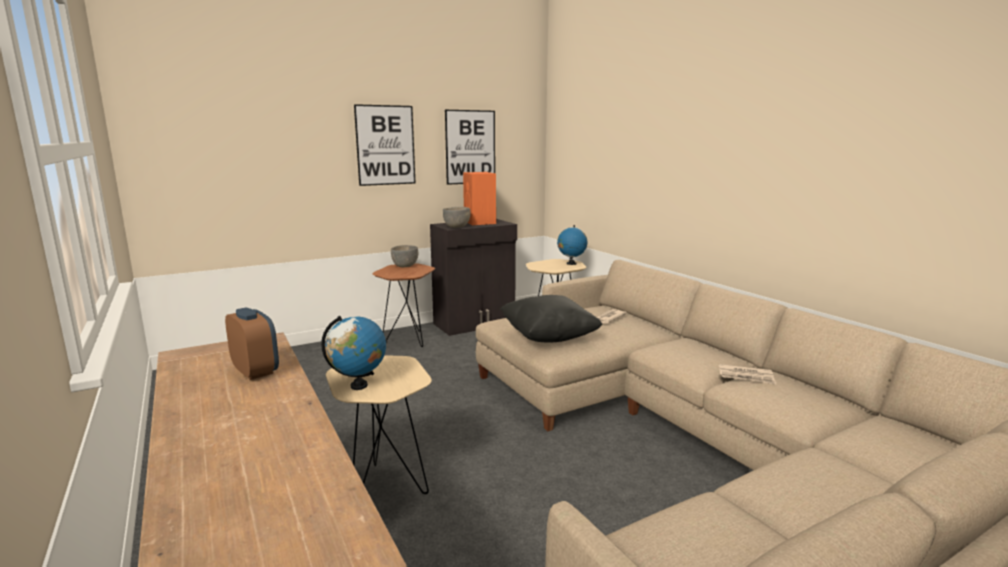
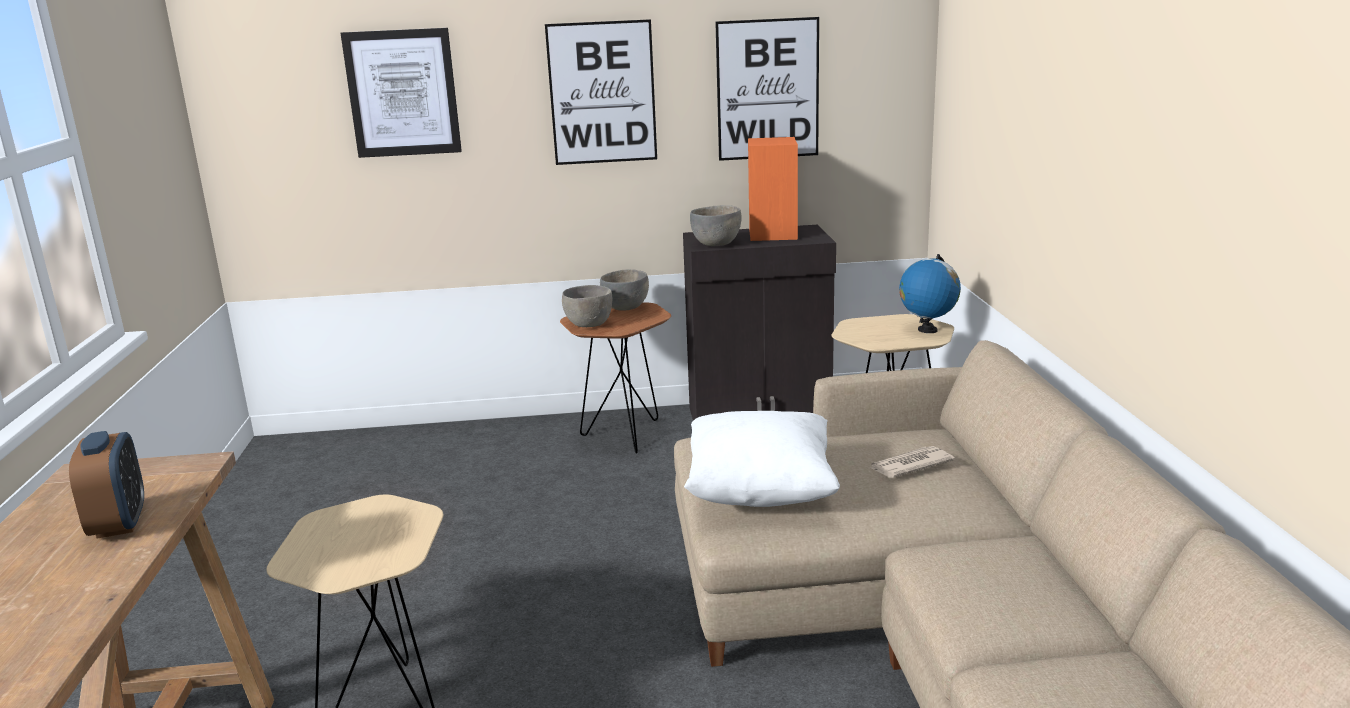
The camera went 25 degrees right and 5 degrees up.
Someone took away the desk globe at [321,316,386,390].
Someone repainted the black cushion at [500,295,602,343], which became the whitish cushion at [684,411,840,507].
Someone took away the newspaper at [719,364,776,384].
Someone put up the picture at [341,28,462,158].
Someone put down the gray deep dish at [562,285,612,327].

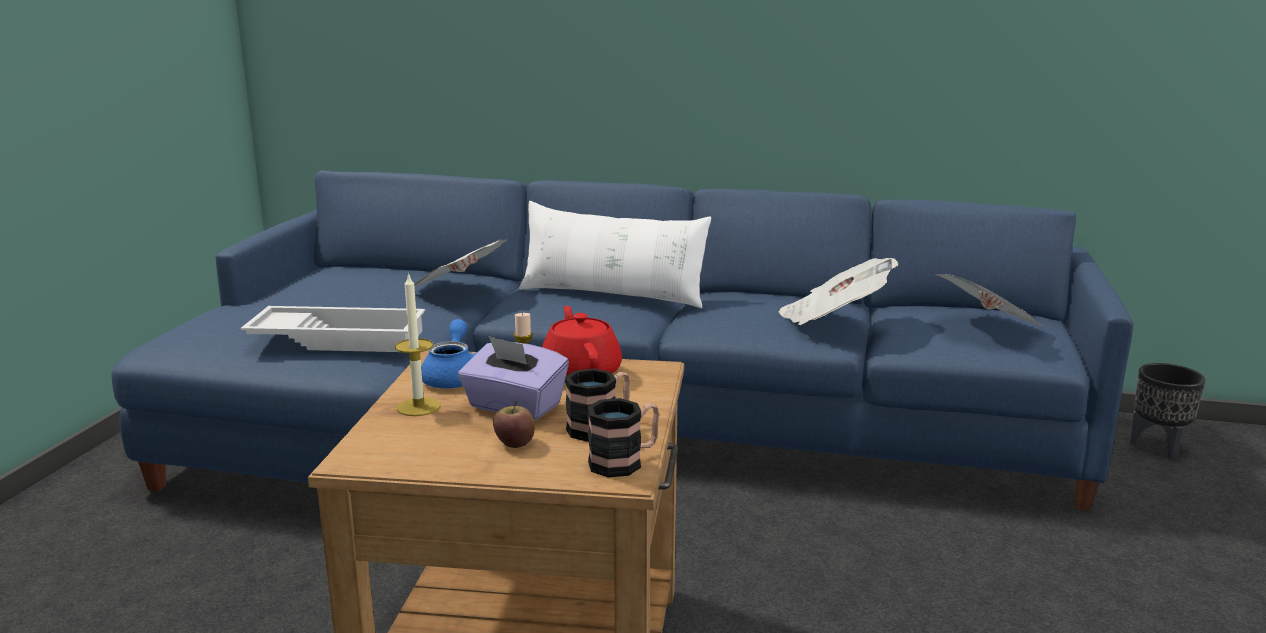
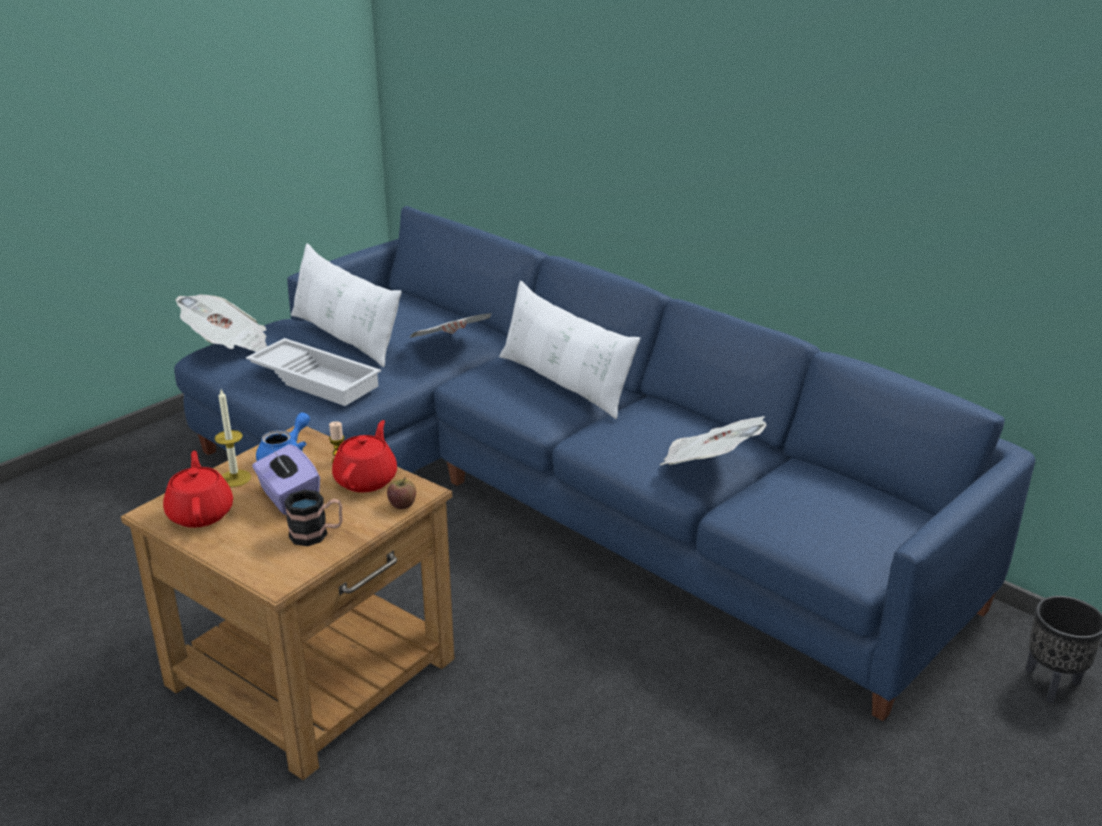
The camera went 30 degrees right and 10 degrees up.
Someone carried the apple from [493,401,535,448] to [387,477,416,509].
Someone took away the mug at [587,398,659,477].
Someone carried the newspaper from [935,274,1045,326] to [176,295,267,352].
Someone put down the red pot for tea at [163,451,233,528].
Someone put down the whitish cushion at [291,243,402,367].

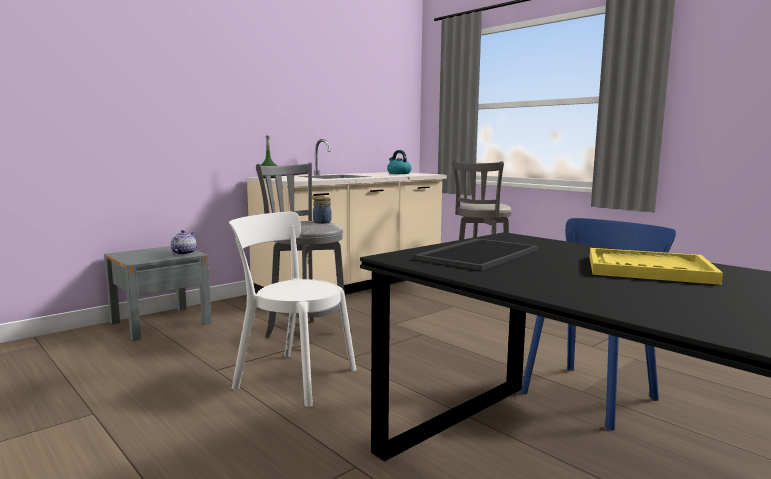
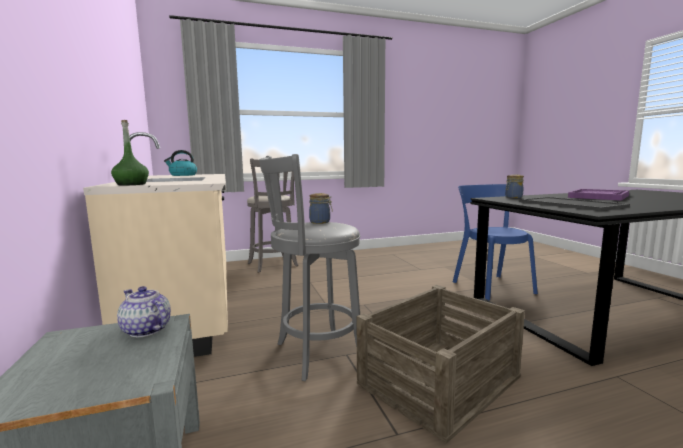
The camera went 65 degrees left and 0 degrees up.
Someone swapped the whitish chair at [229,212,356,407] for the crate at [357,285,525,444].
Someone repainted the yellow-coloured carrying tray at [590,248,723,285], which became the purple-coloured carrying tray at [568,189,629,201].
Someone put down the storage jar at [505,175,524,198].

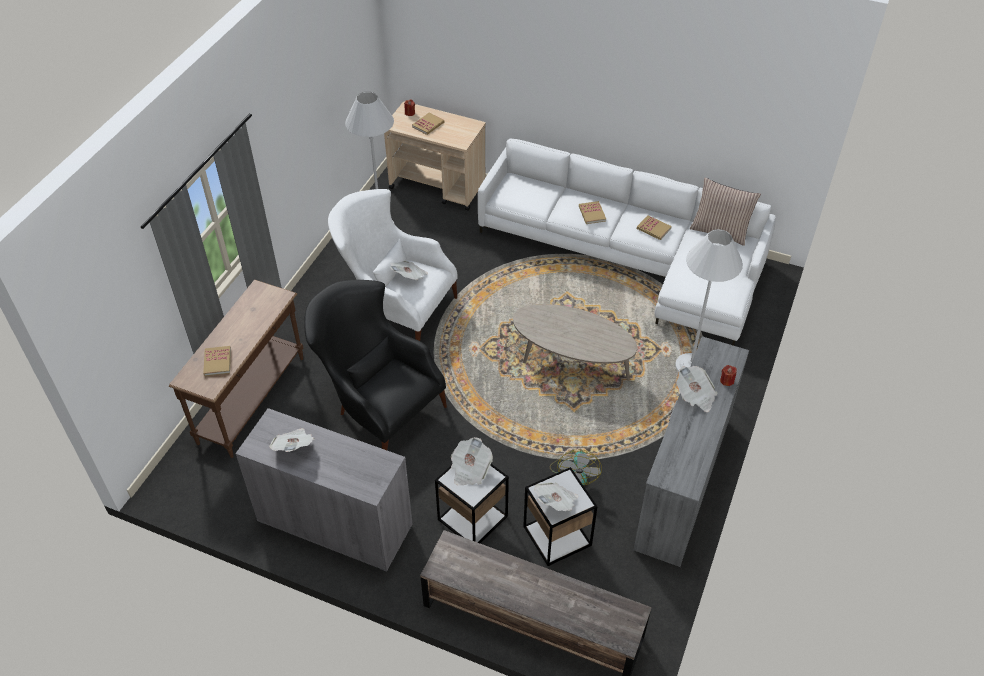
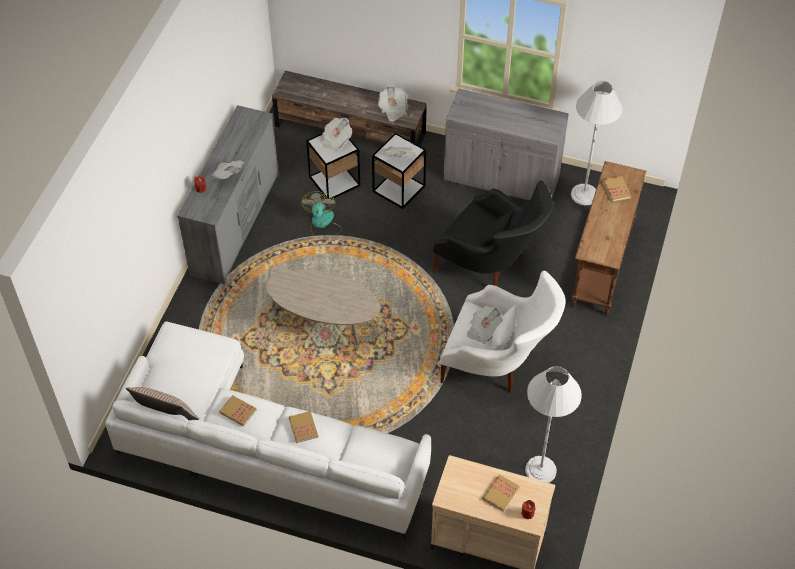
The camera went 175 degrees right and 5 degrees up.
Someone carried the newspaper from [269,428,314,452] to [378,86,408,122].
Someone carried the whitish floor lamp from [675,229,743,372] to [571,81,623,205].

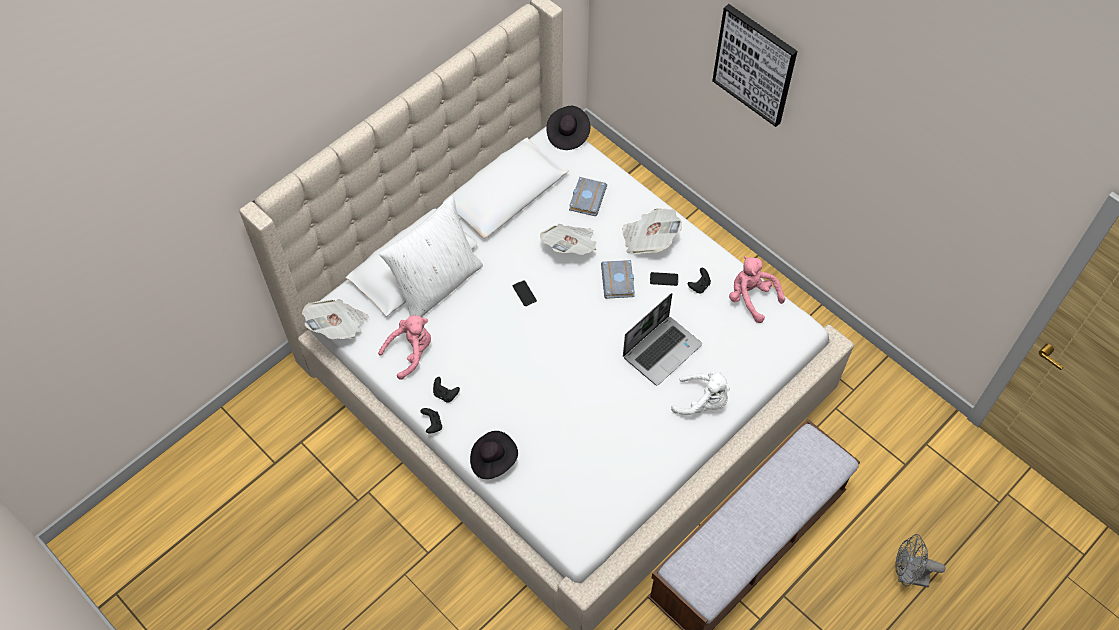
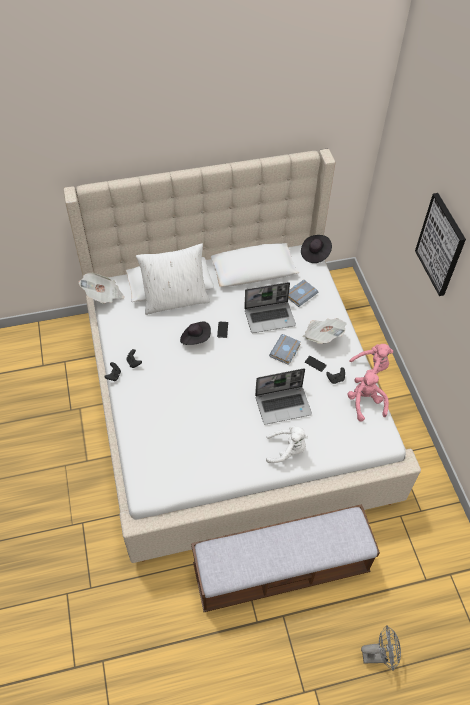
The camera went 30 degrees right and 5 degrees down.
Someone carried the pink cuddly toy from [378,315,431,380] to [350,344,393,383].
Someone carried the black hat from [470,431,518,479] to [180,322,211,345].
Someone swapped the newspaper at [540,224,597,255] for the laptop at [244,282,296,333].
Someone rotated the whitish cuddly toy at [671,372,730,415] by 45 degrees counterclockwise.
Someone rotated the gray fan at [895,534,946,587] by 135 degrees clockwise.

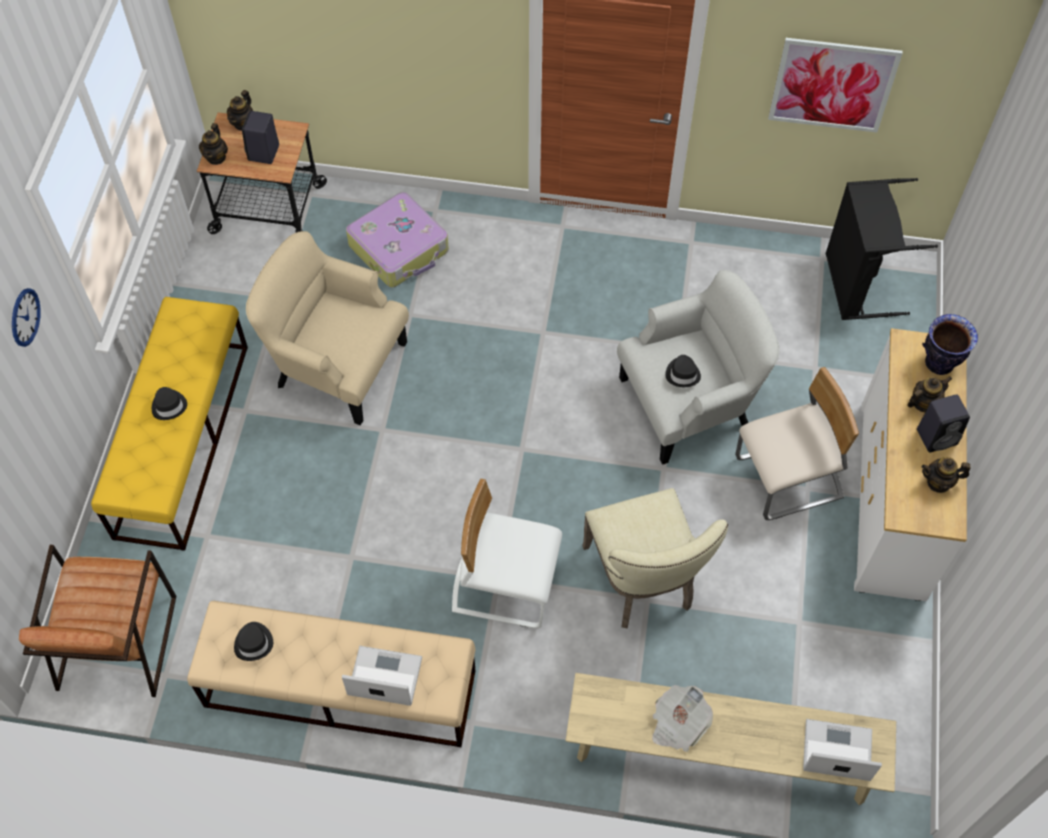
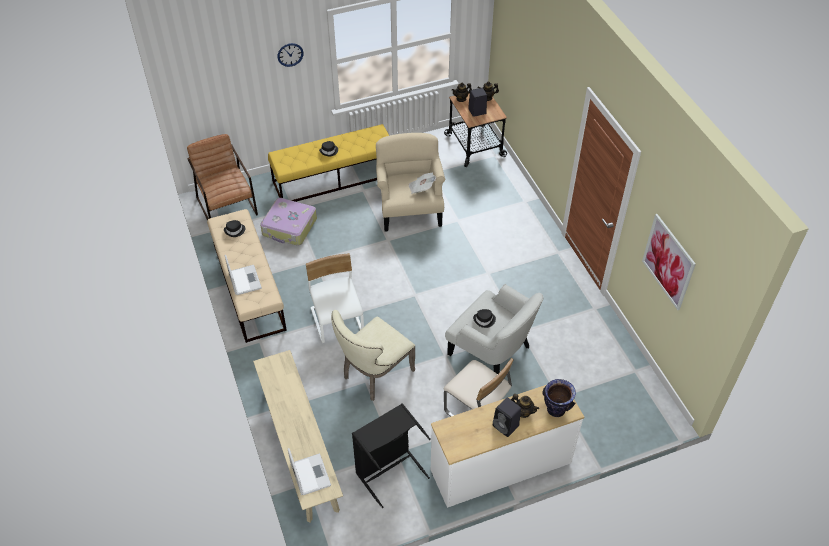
The camera went 60 degrees right and 10 degrees down.
Someone rotated the brown lounge chair at [19,545,176,697] by 90 degrees clockwise.
Someone carried the piece of luggage from [346,192,449,287] to [260,198,317,246].
Someone carried the newspaper from [652,685,713,752] to [408,173,436,194].
Someone carried the black hamper from [826,178,938,320] to [352,403,431,508].
Someone took away the pot for tea at [922,457,971,493].

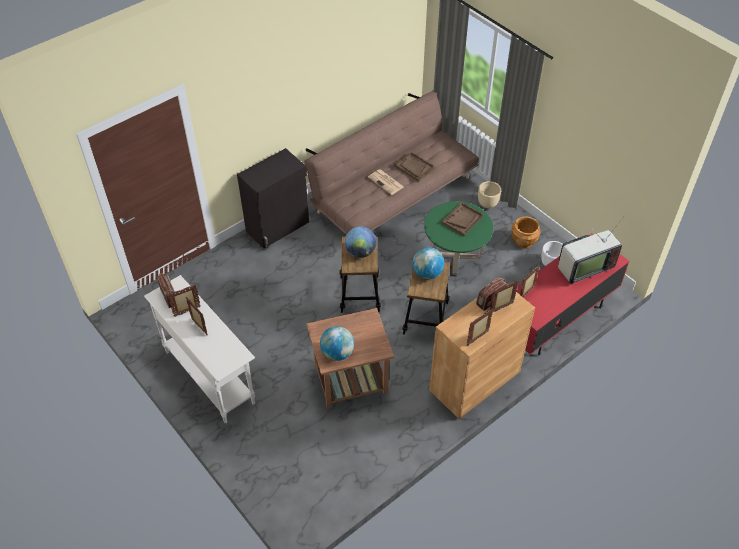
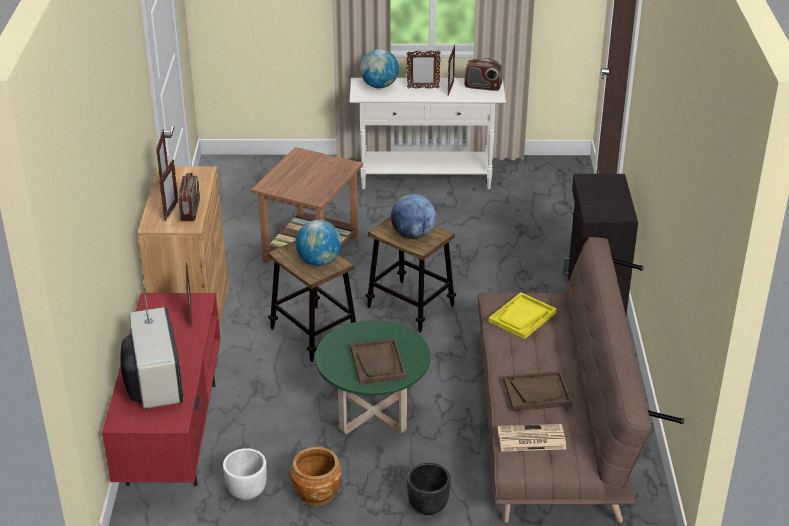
The camera went 130 degrees right and 15 degrees down.
Someone carried the desk globe from [320,326,354,361] to [360,49,399,88].
Someone carried the newspaper from [368,169,404,195] to [498,424,566,452].
Someone repainted the beige planter at [478,181,501,208], which became the black planter at [407,463,451,515].
Someone rotated the TV set at [558,218,623,284] by 150 degrees clockwise.
Someone put down the yellow-coloured carrying tray at [489,292,556,339].

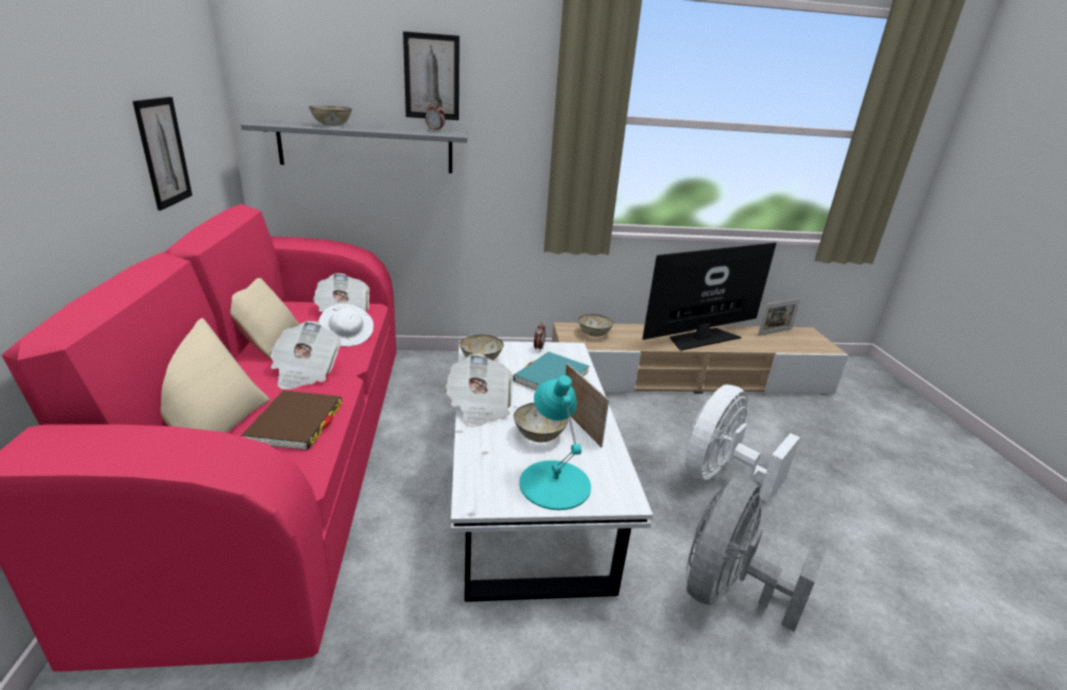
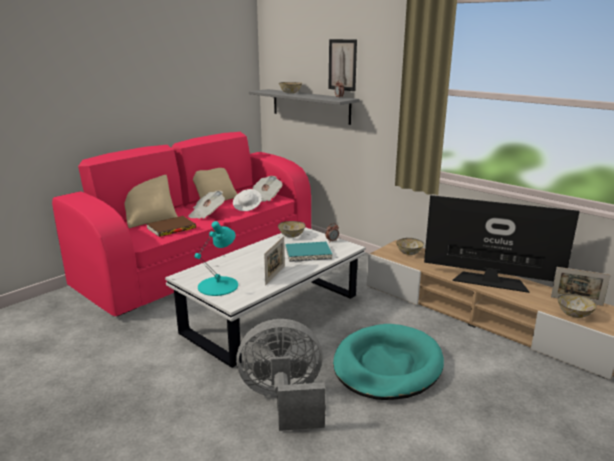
The camera went 50 degrees right and 5 degrees down.
Someone took away the picture at [133,97,192,211].
Someone took away the newspaper at [445,354,513,427].
Someone carried the deep dish from [514,403,568,443] to [558,294,597,318].
Someone swapped the whitish fan at [685,384,800,502] for the turquoise-coloured dog cushion at [333,324,444,400].

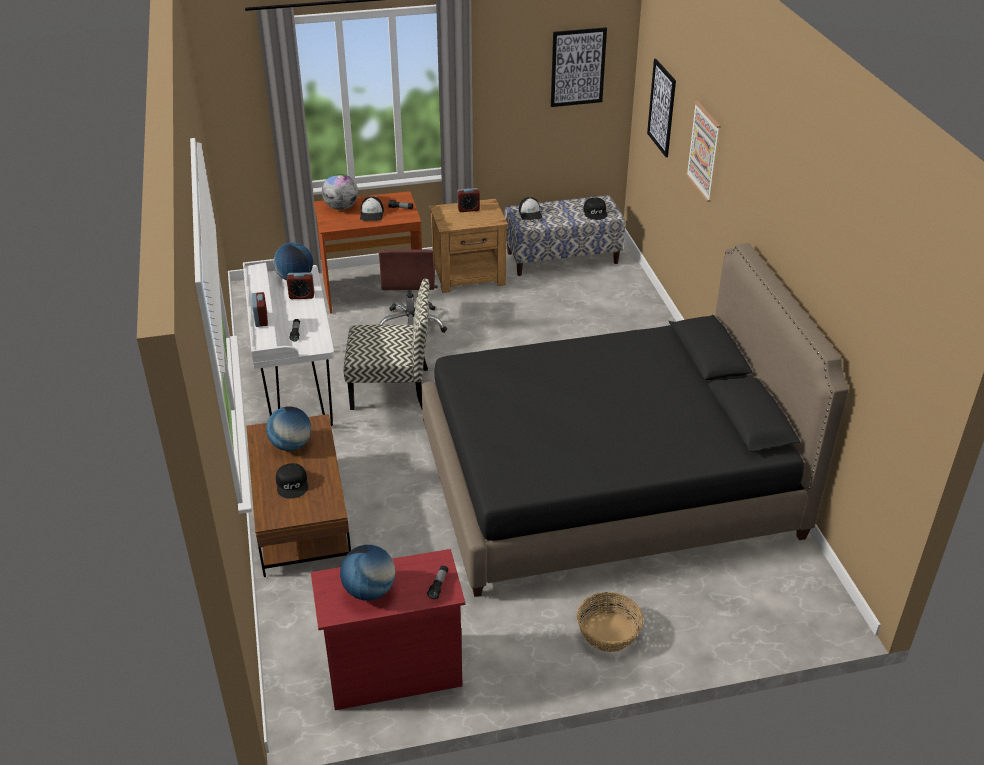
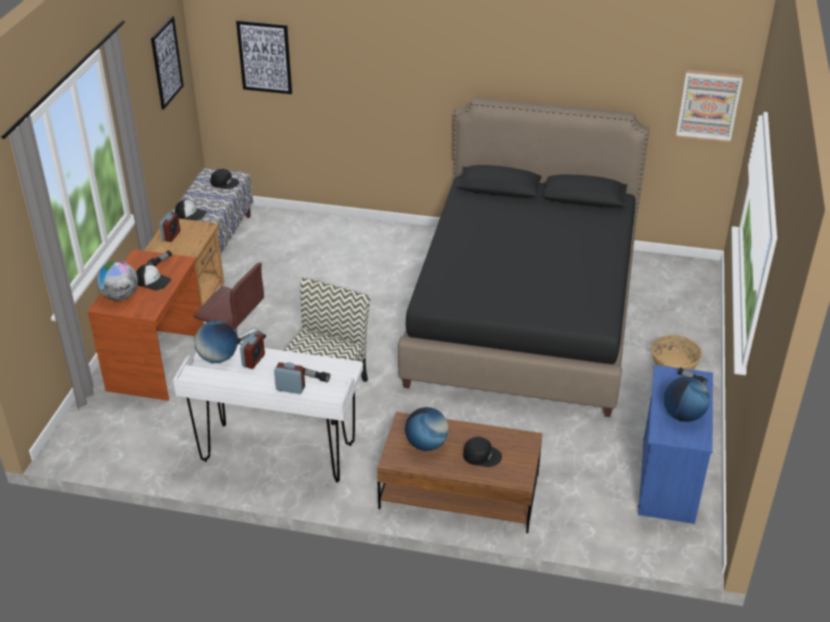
The camera went 65 degrees left and 0 degrees up.
Someone repainted the red drawer chest at [311,549,465,710], which became the blue-coloured drawer chest at [638,365,713,524].
Someone carried the picture from [686,101,721,202] to [676,70,743,142].

